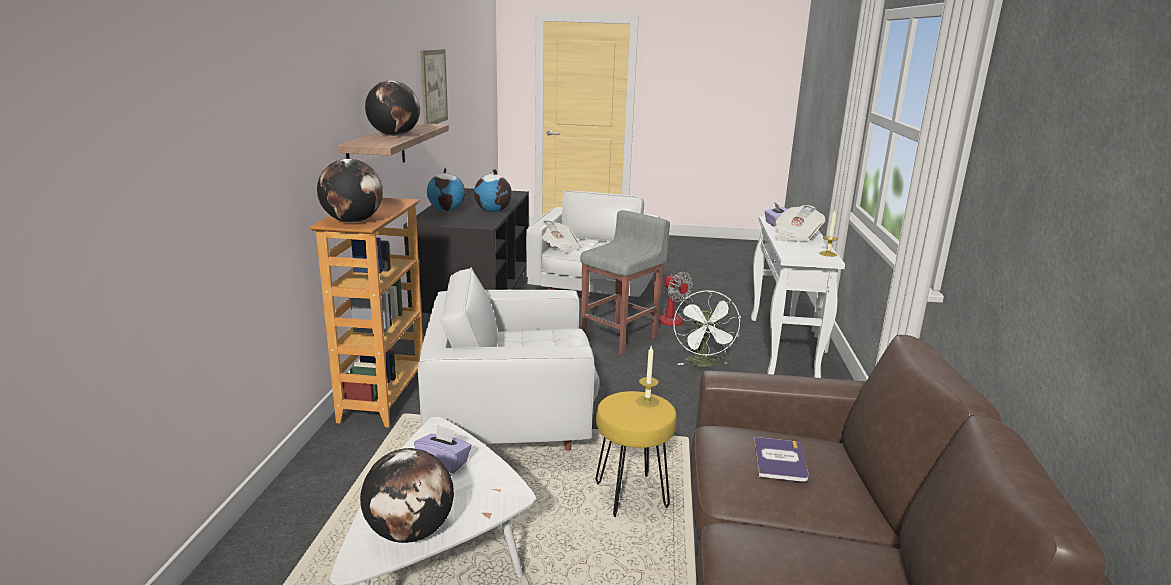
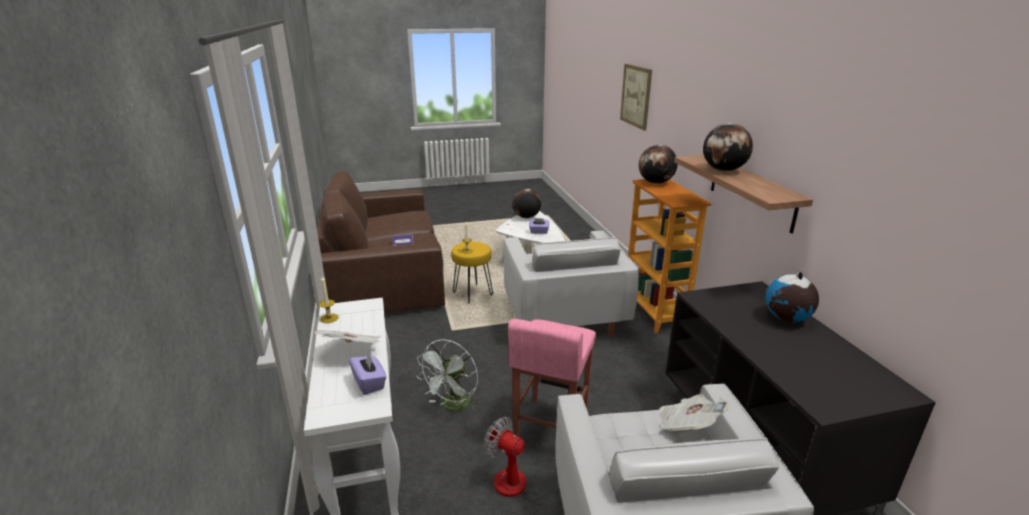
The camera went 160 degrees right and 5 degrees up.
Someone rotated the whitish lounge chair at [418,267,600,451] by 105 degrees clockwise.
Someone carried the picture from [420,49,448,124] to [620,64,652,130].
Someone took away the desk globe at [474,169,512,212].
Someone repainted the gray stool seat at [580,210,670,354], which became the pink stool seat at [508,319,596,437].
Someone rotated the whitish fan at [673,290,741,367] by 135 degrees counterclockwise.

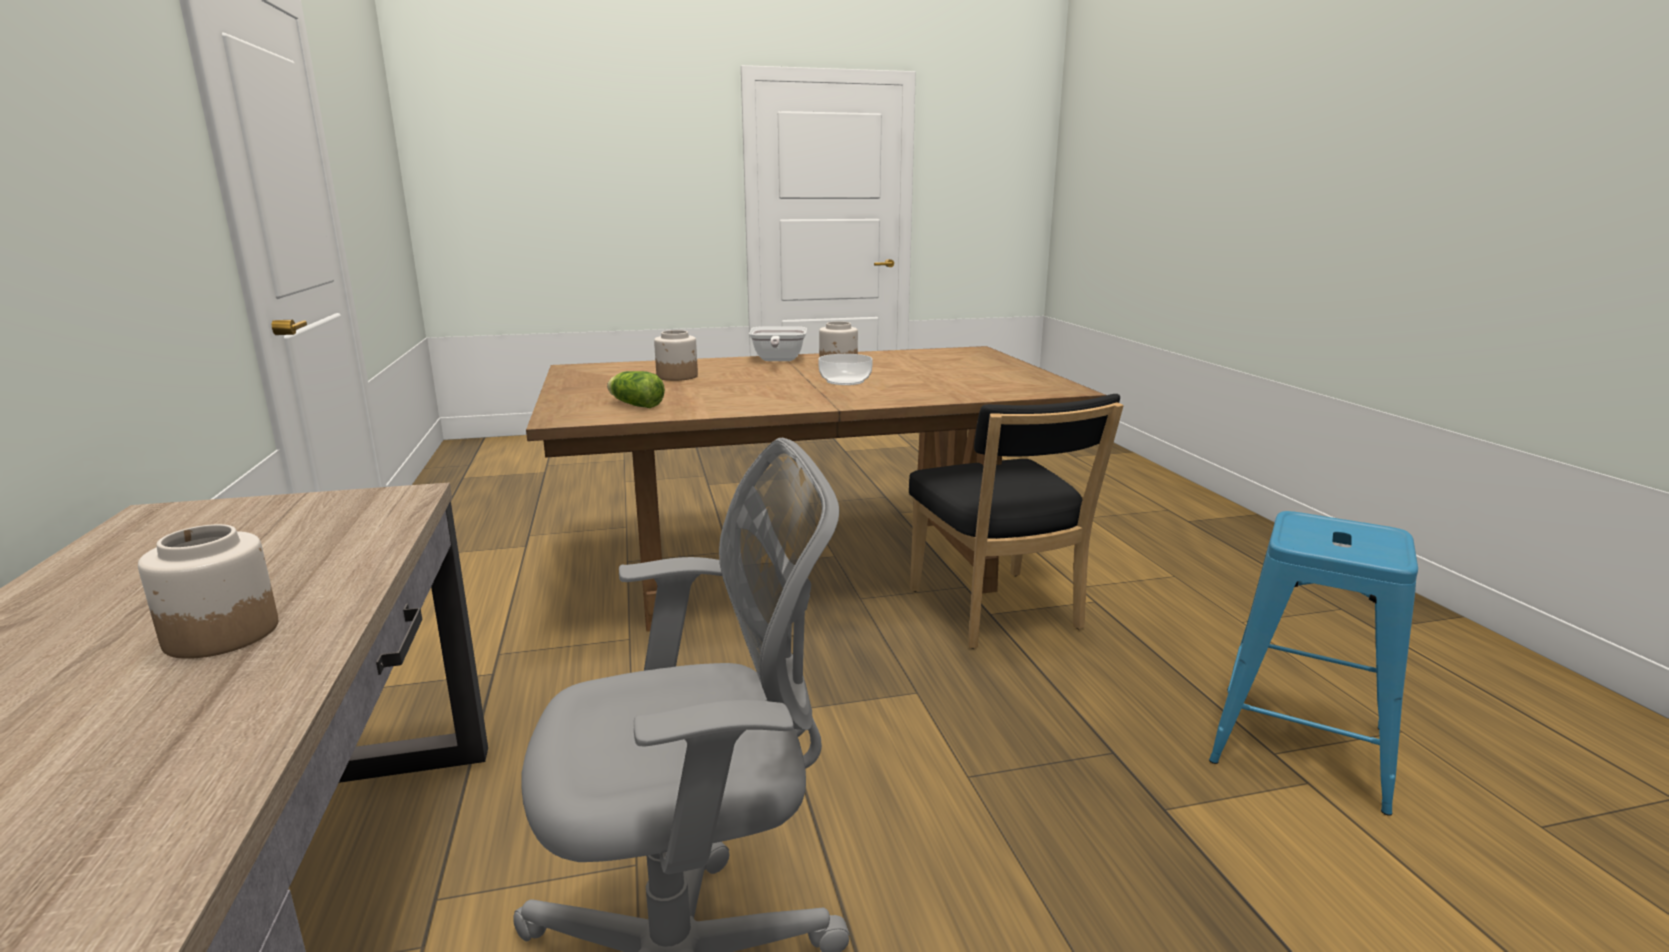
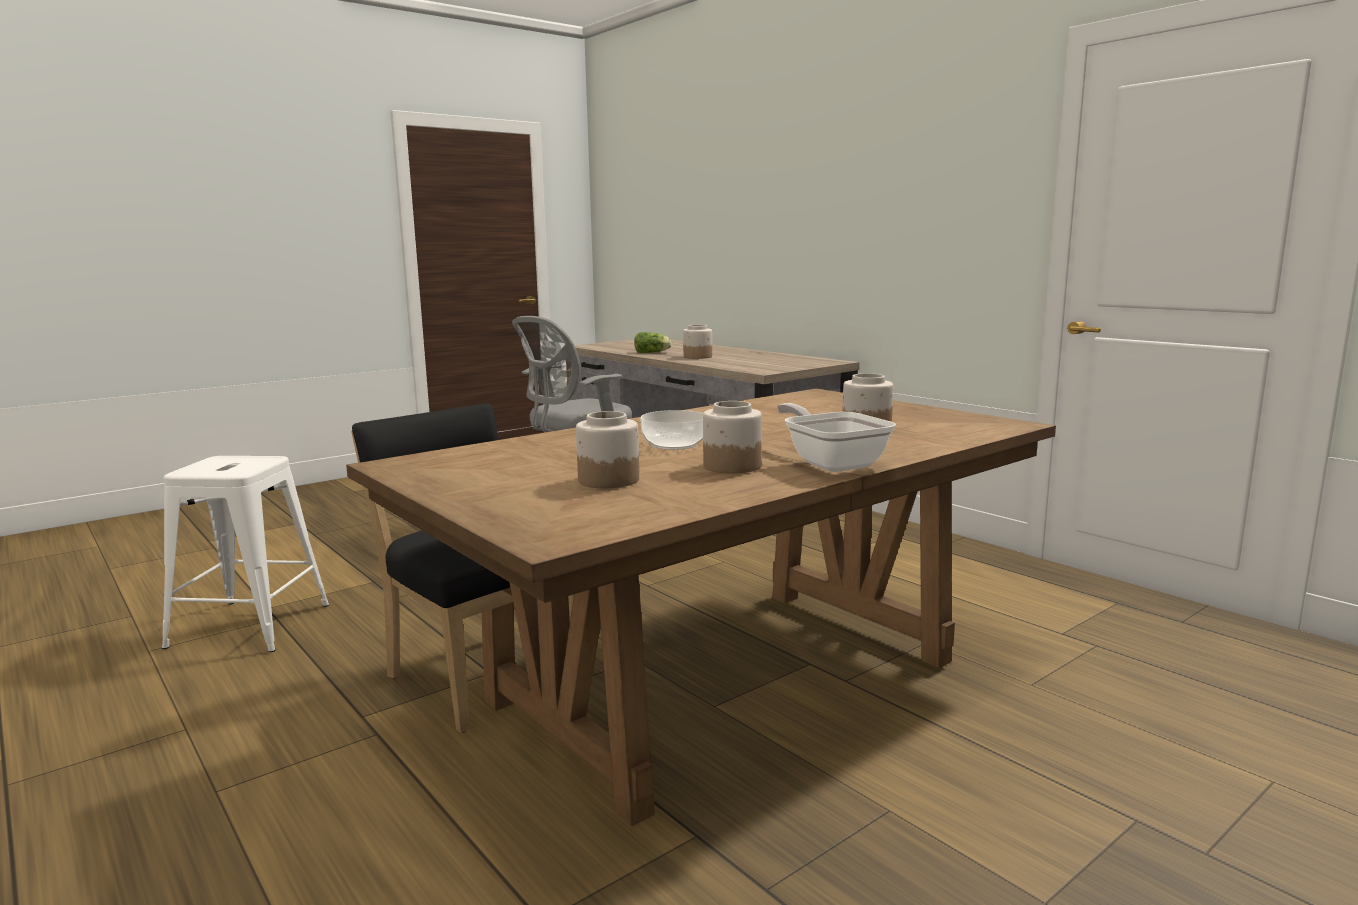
The camera went 155 degrees right and 5 degrees down.
Someone carried the lettuce head from [607,371,665,408] to [634,332,672,353].
Someone repainted the blue-coloured stool seat at [1209,511,1418,816], which became the whitish stool seat at [162,456,329,652].
Someone put down the storage jar at [576,411,639,488].

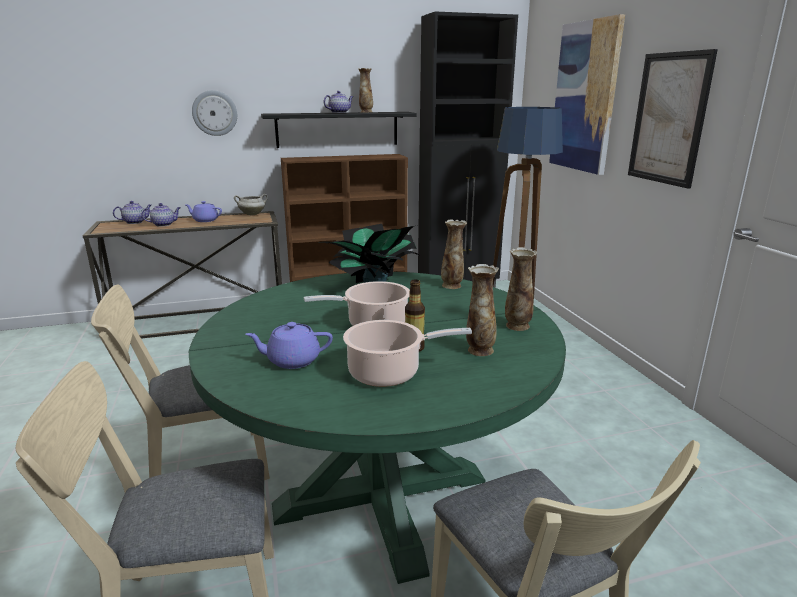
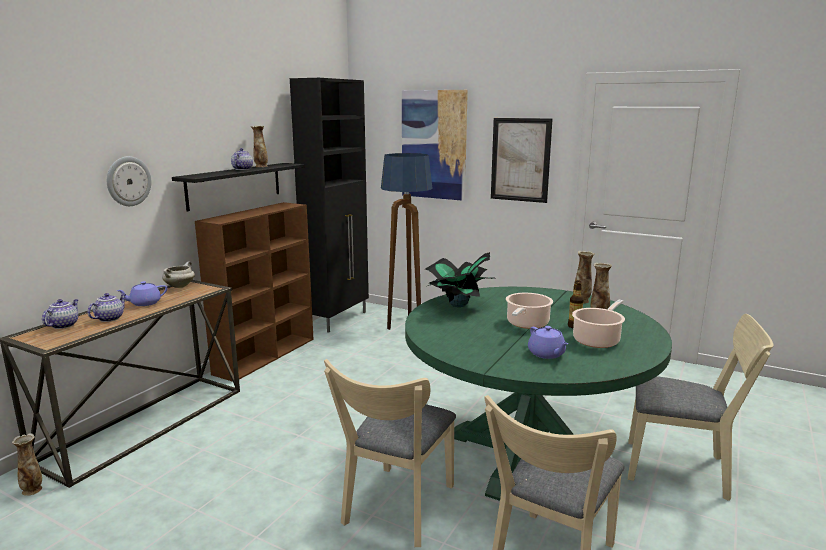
The camera went 45 degrees left and 5 degrees down.
Someone rotated the purple-coloured pot for tea at [245,322,333,369] by 60 degrees counterclockwise.
Someone carried the flower vase from [441,219,467,289] to [12,433,42,496].

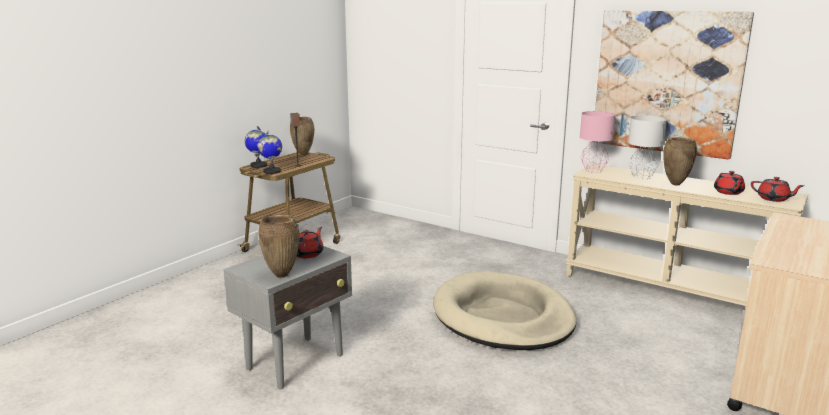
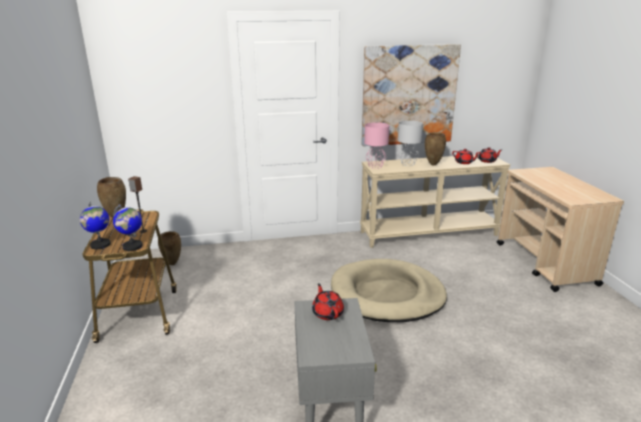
The camera went 45 degrees left and 5 degrees up.
Someone carried the brown flower vase from [258,214,299,278] to [158,231,181,265].

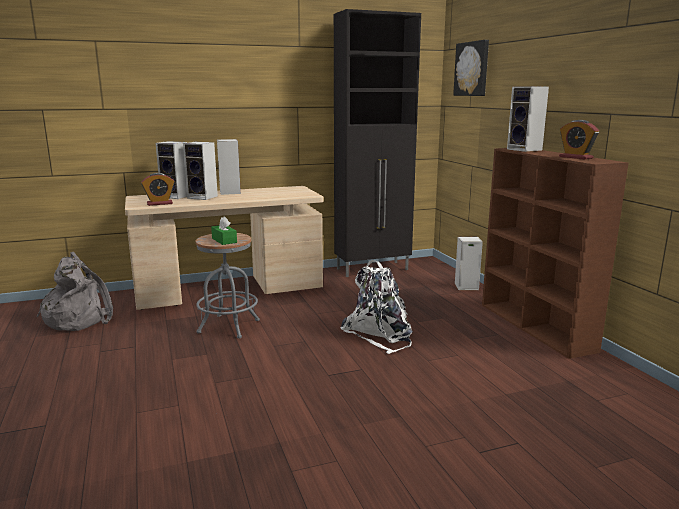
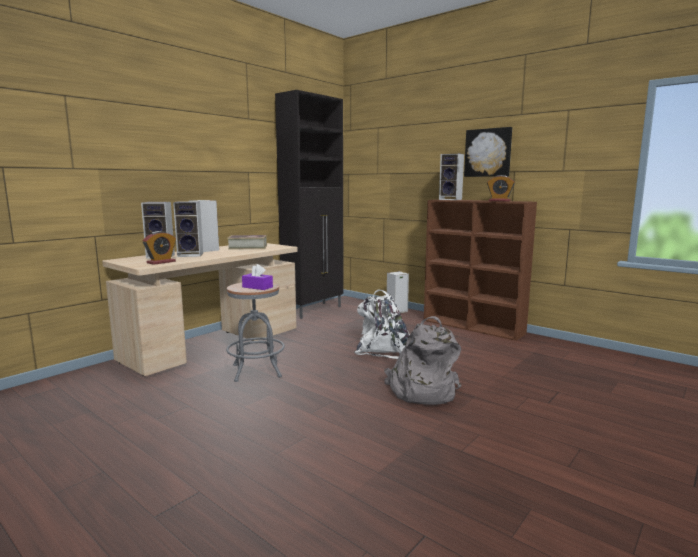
The camera went 30 degrees left and 5 degrees down.
Someone carried the gray rucksack from [37,252,113,331] to [384,316,461,405].
Someone repainted the green tissue box at [211,216,237,245], which became the purple-coloured tissue box at [242,264,273,290].
Someone carried the picture from [453,40,489,96] to [464,127,512,177].
Someone put down the book at [227,235,267,250].

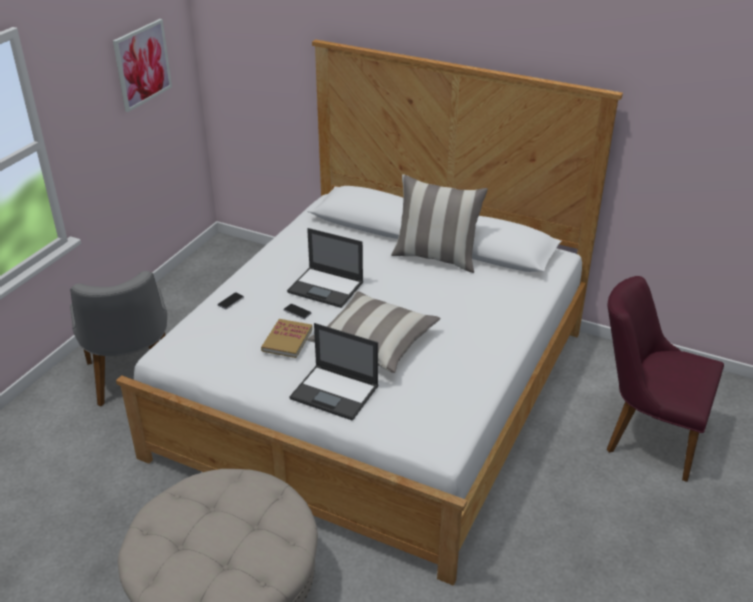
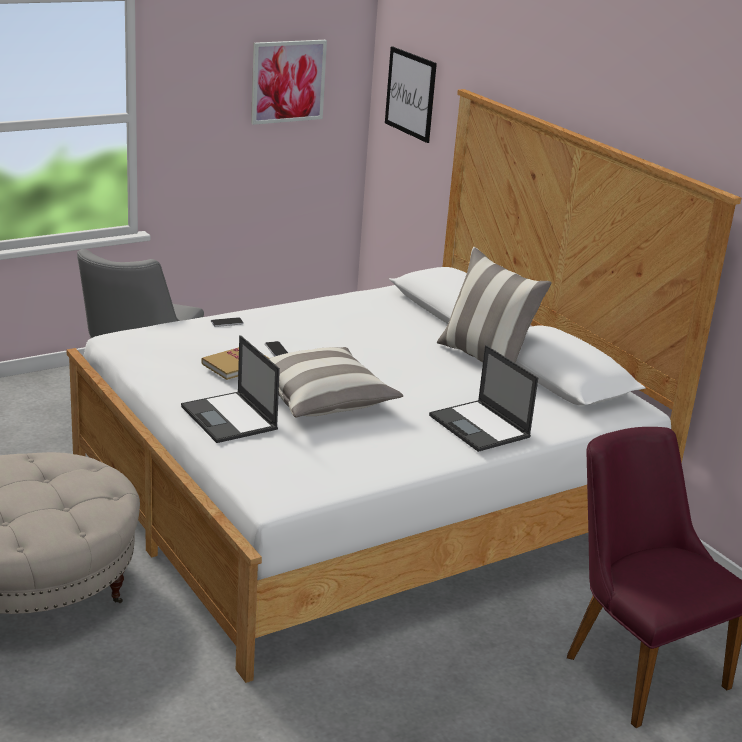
The camera went 30 degrees right and 10 degrees down.
Someone carried the laptop from [287,228,363,308] to [429,345,538,452].
Someone put up the picture at [385,46,437,143].

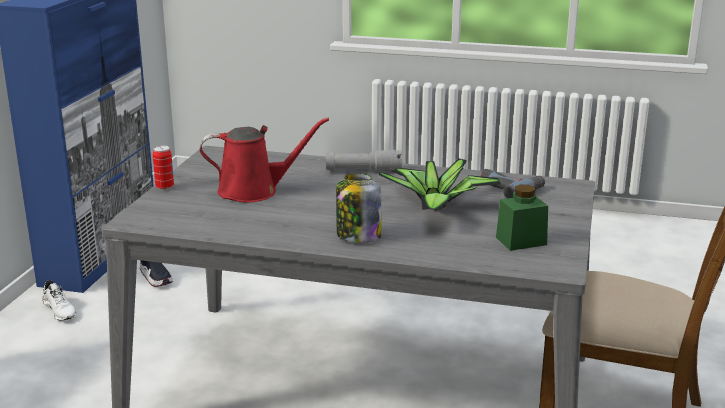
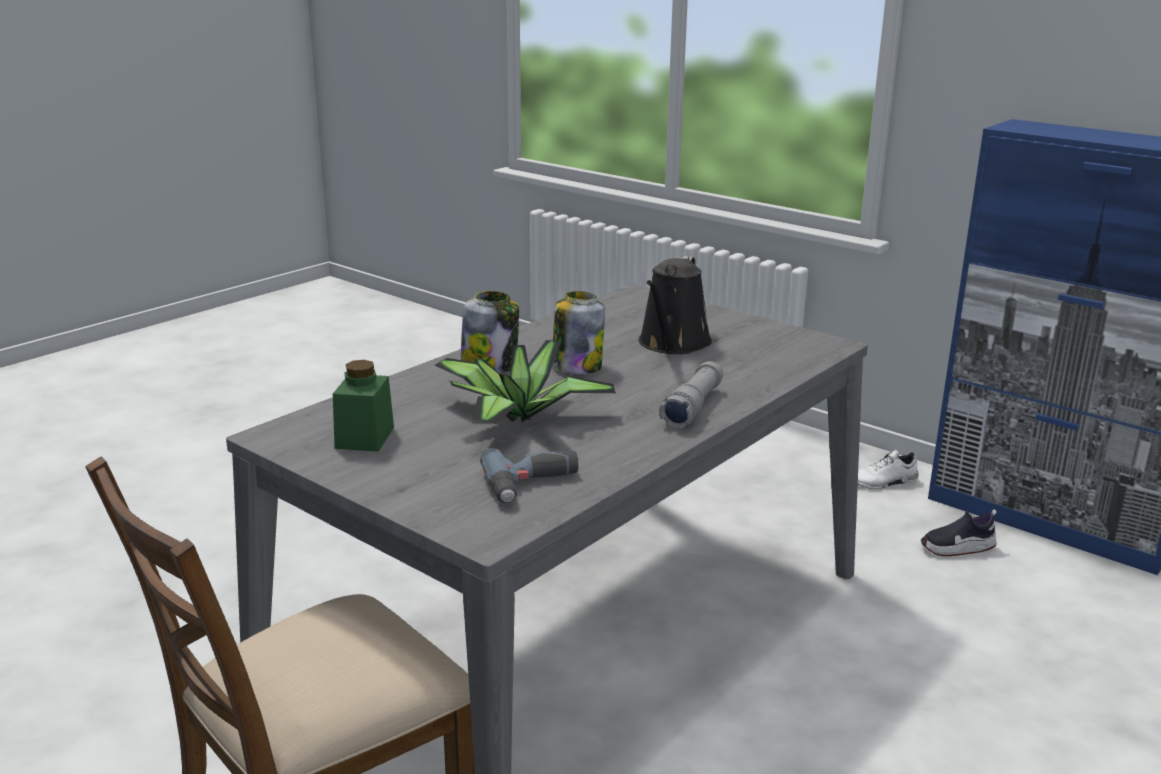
The camera went 115 degrees right and 0 degrees up.
Someone took away the sealed can at [153,146,174,190].
Someone repainted the red watering can at [200,117,329,203], which became the black watering can at [638,256,712,354].
Someone put down the storage jar at [553,291,605,374].

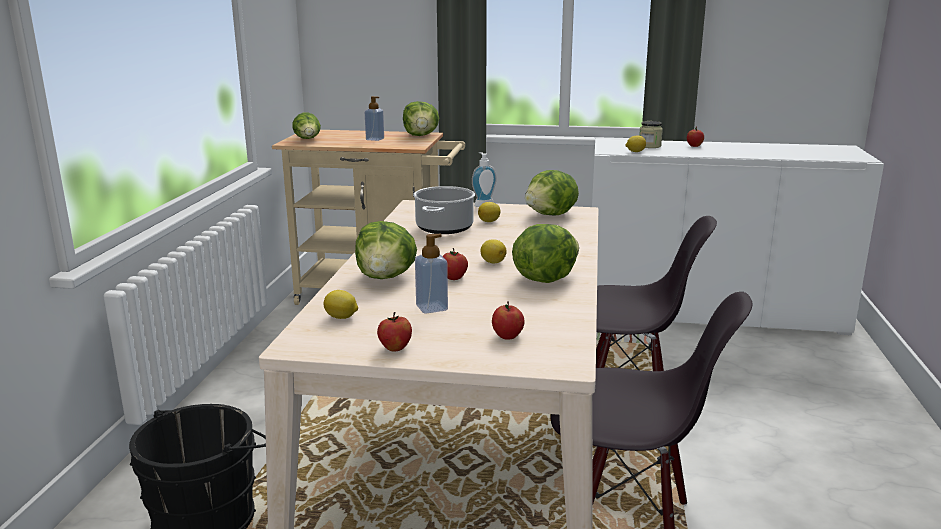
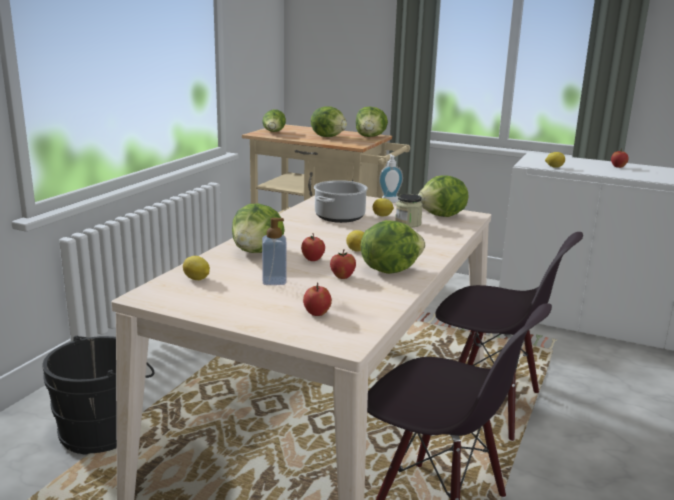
The camera went 15 degrees right and 0 degrees up.
Someone swapped the soap dispenser at [365,96,384,141] for the lettuce head at [311,106,347,137].
Someone carried the apple from [377,312,412,352] to [330,249,356,279].
Someone carried the storage jar from [639,121,663,148] to [395,194,423,227].

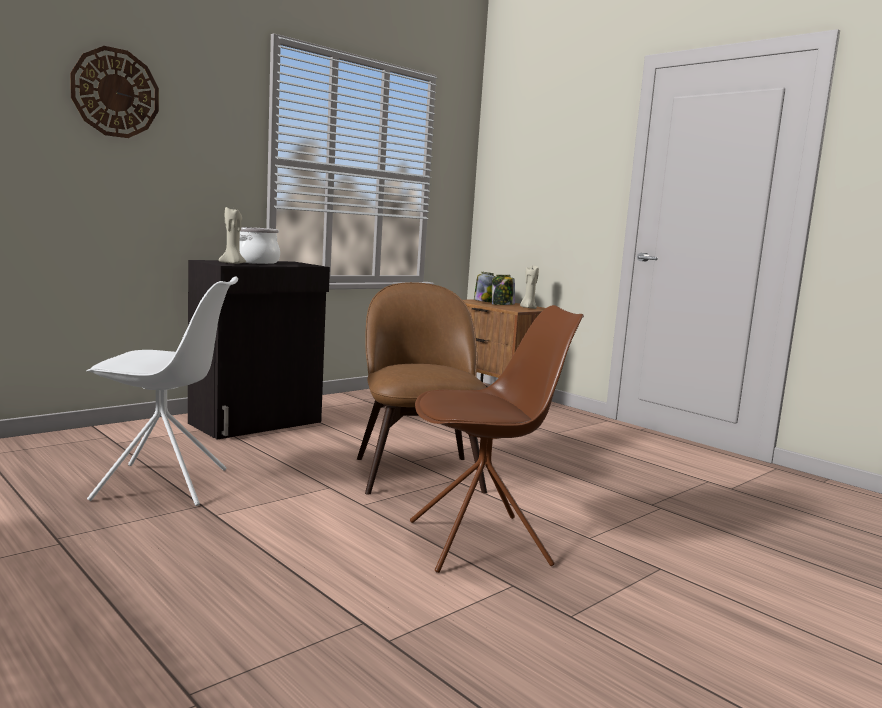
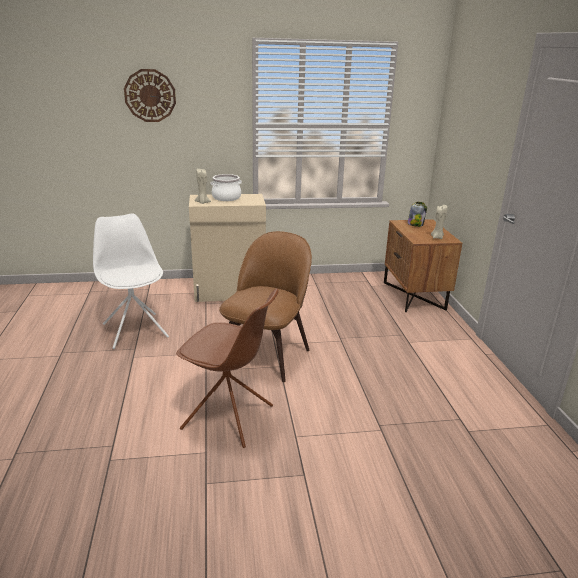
The camera went 35 degrees right and 15 degrees up.
Someone rotated the whitish chair at [86,276,238,506] by 150 degrees counterclockwise.
Someone repainted the black cabinet at [188,260,330,439], which became the beige cabinet at [189,194,266,302].
Someone took away the storage jar at [492,275,515,305].

